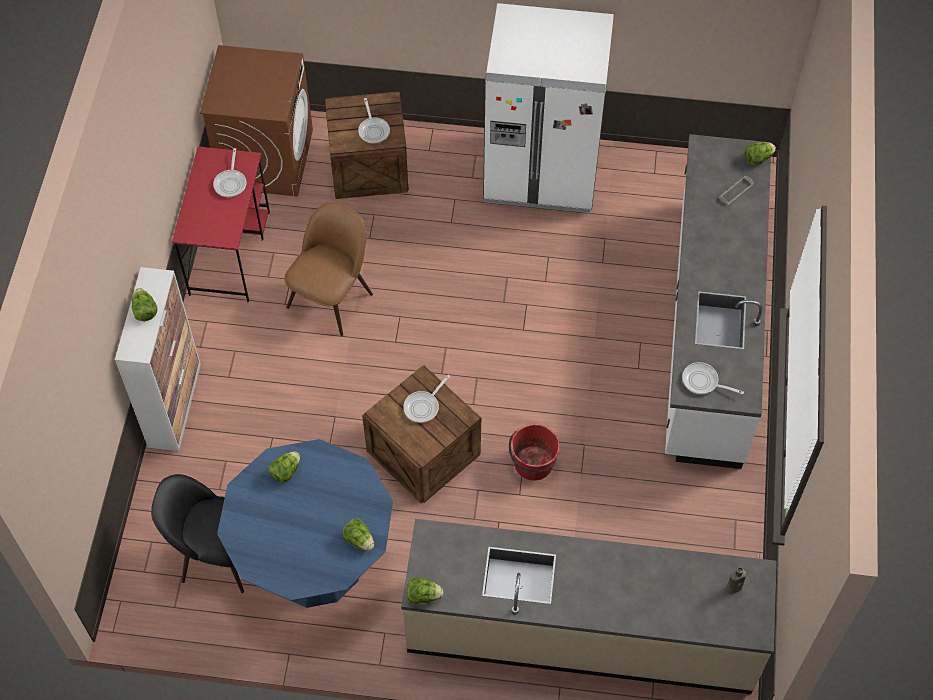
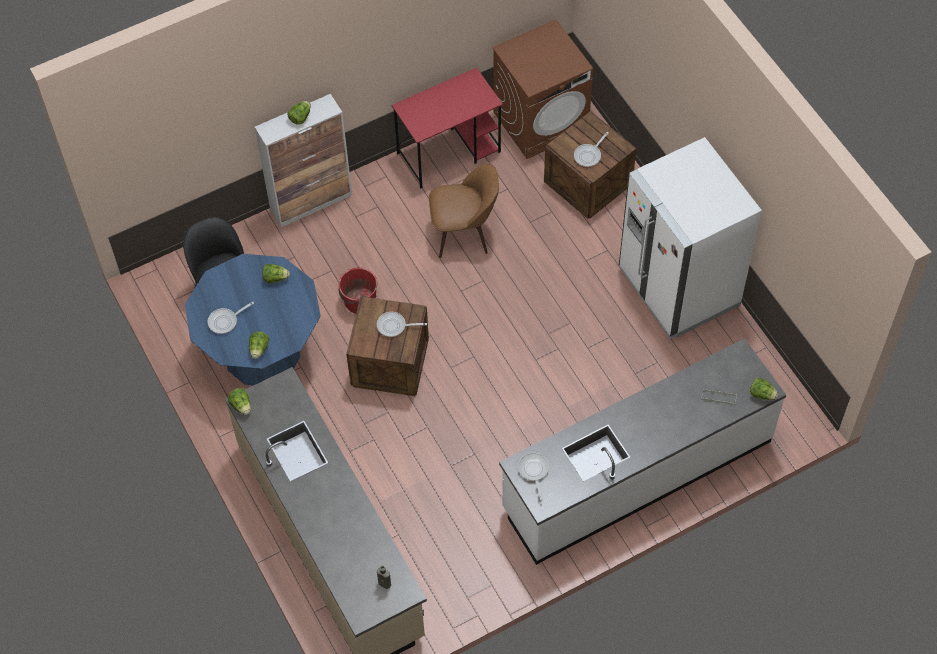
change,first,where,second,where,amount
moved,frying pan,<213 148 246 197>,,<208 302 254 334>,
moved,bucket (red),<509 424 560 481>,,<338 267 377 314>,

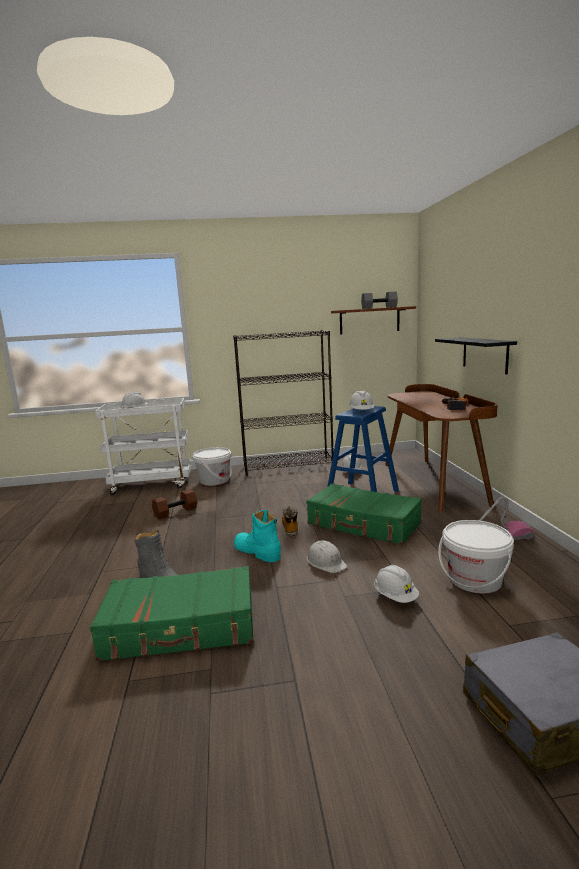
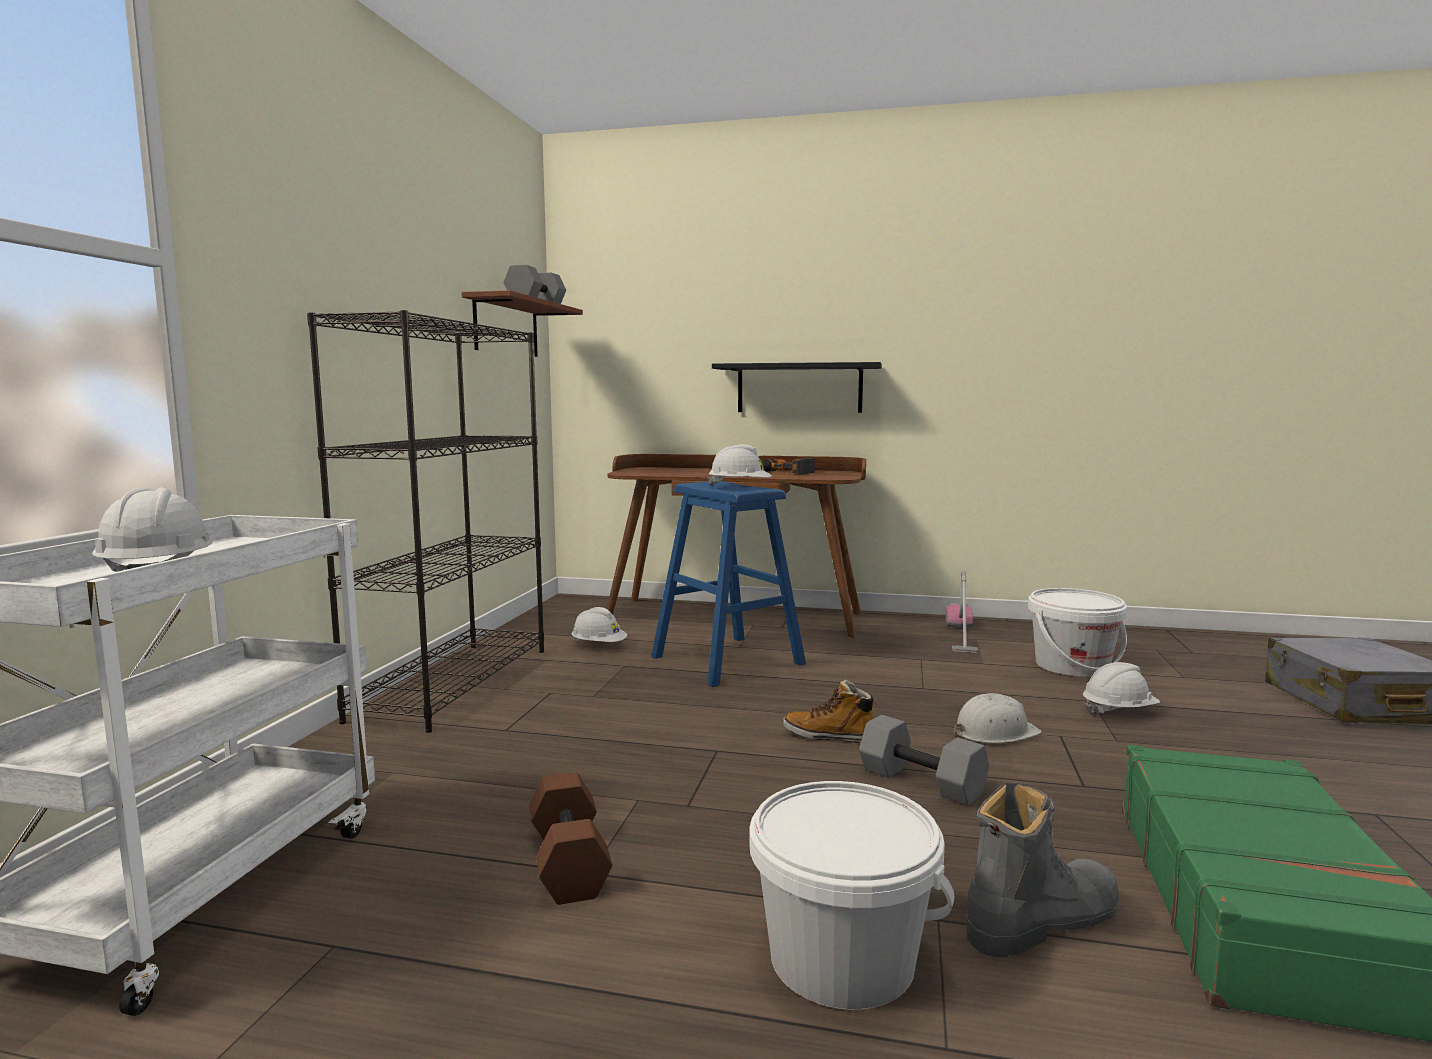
change,first,where,second,where,amount
moved,bucket (white),<193 447 232 486>,,<749 781 954 1010>,
replaced,boot (turquoise),<234 510 281 562>,dumbbell (grey),<859 715 989 806>,
removed,suitcase (green),<306 483 422 545>,,,

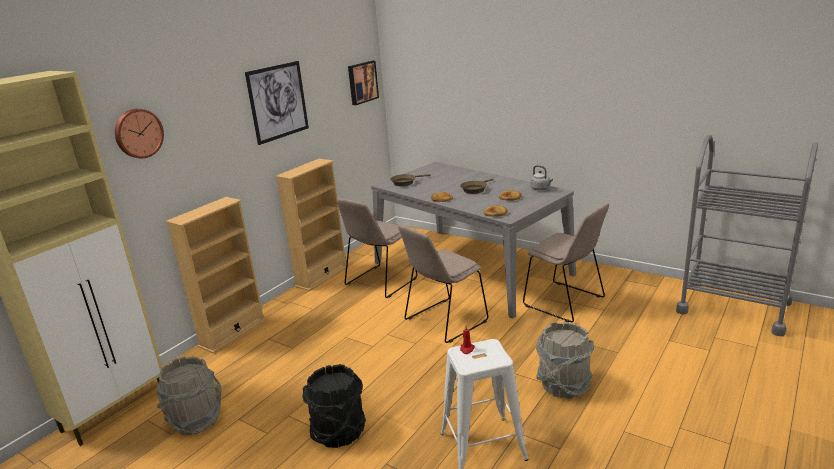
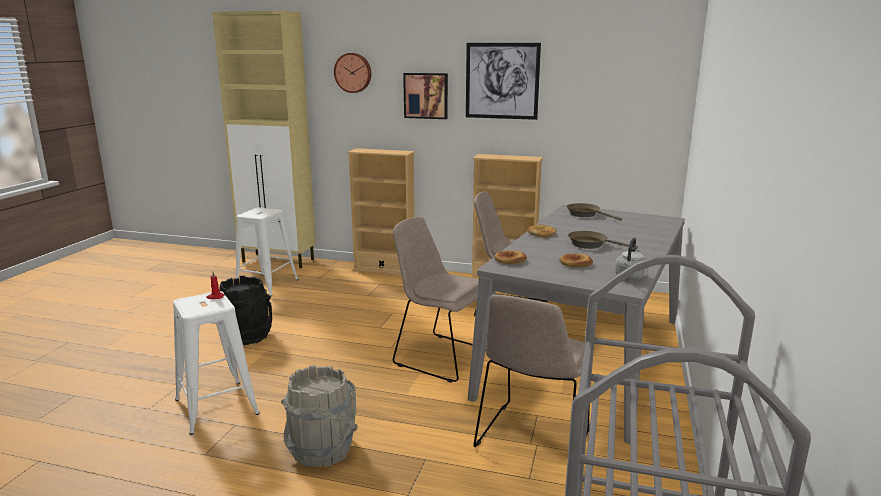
change,first,where,second,where,amount
replaced,bucket (grey),<156 356 221 435>,stool (white),<235 208 298 296>,
moved,picture,<348 61 379 105>,,<403 73 448 119>,

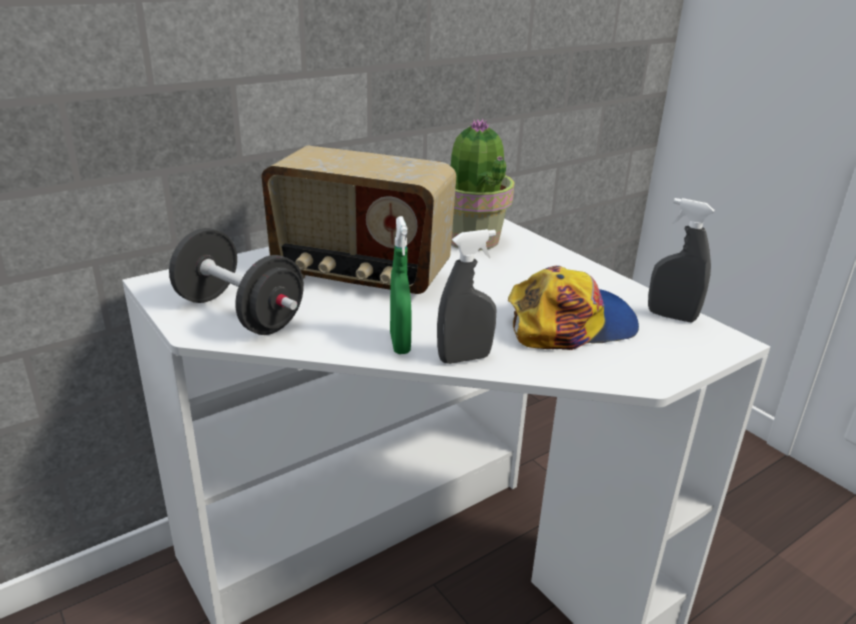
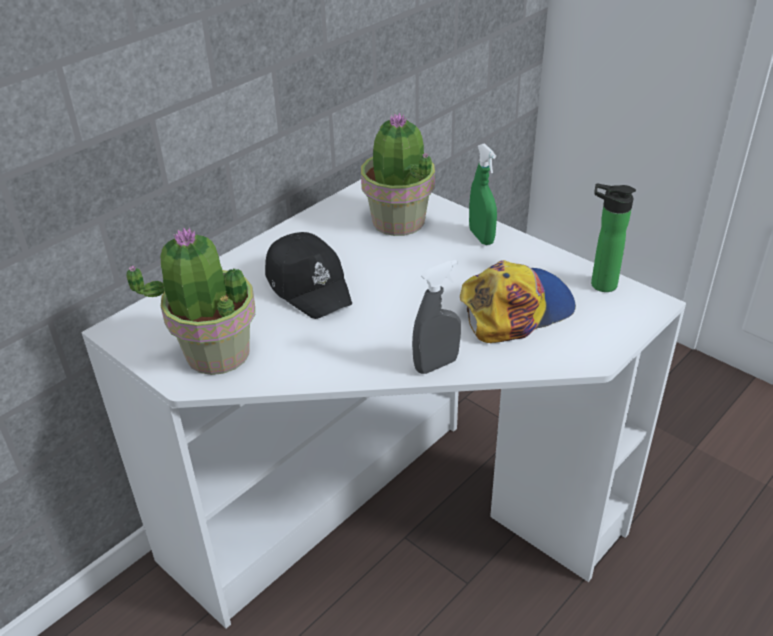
change,first,where,second,where,amount
replaced,dumbbell (black),<169 228 304 335>,potted plant,<127 227 255 375>,
replaced,radio,<261 146 456 294>,cap (black),<265 232 352 319>,
moved,spray bottle (green),<390 216 412 354>,,<469 143 497 245>,
replaced,spray bottle (grey),<648 198 714 322>,bottle,<591 183 636 292>,

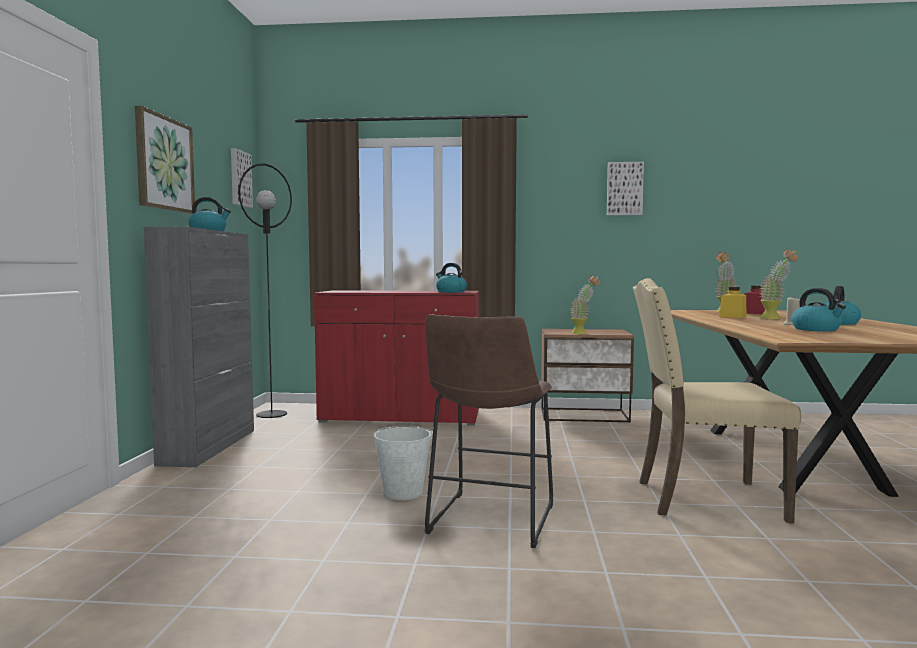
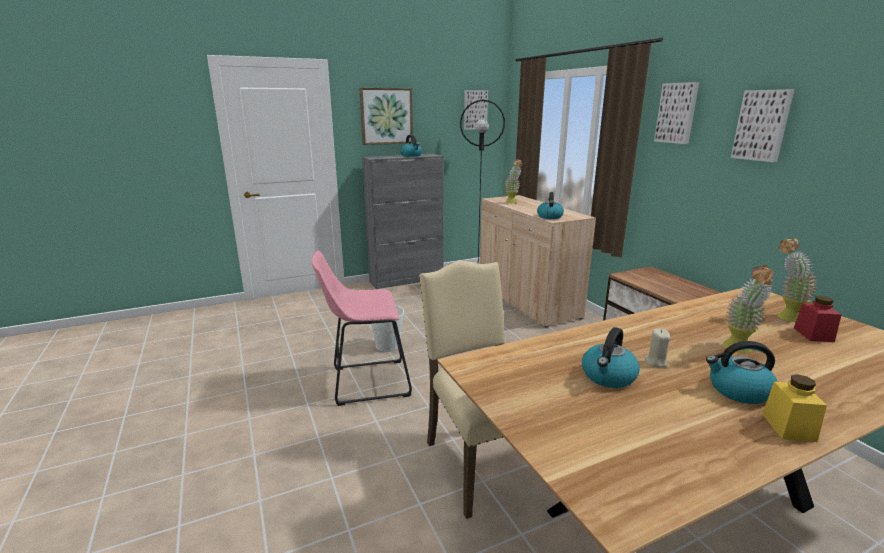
change,first,where,second,where,amount
recoloured,cabinet (red),<314 290 479 426>,cabinet (beige),<480 195 596 328>,
recoloured,stool (brown),<425 314 553 548>,stool (pink),<312 250 412 406>,
moved,potted plant,<570 276 600 334>,,<505 159 522 204>,
moved,jar (yellow),<720 287 746 318>,,<762 374 827 442>,
added,,,picture,<654 82 699 144>,

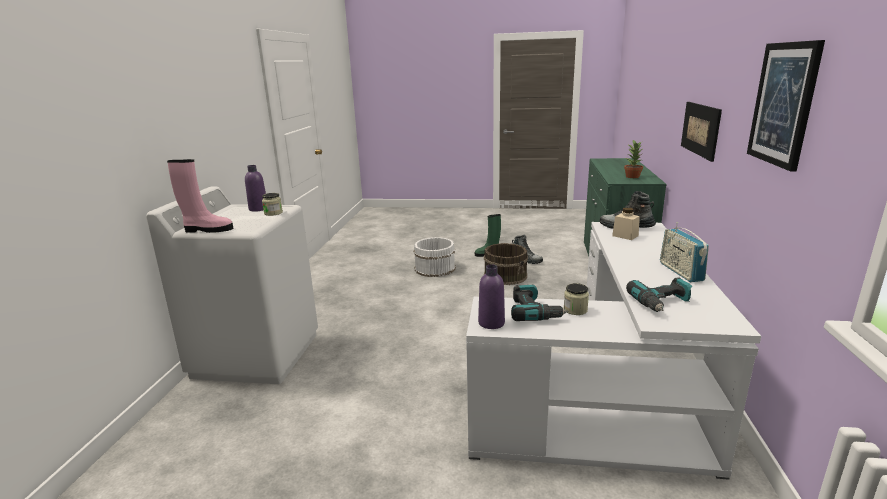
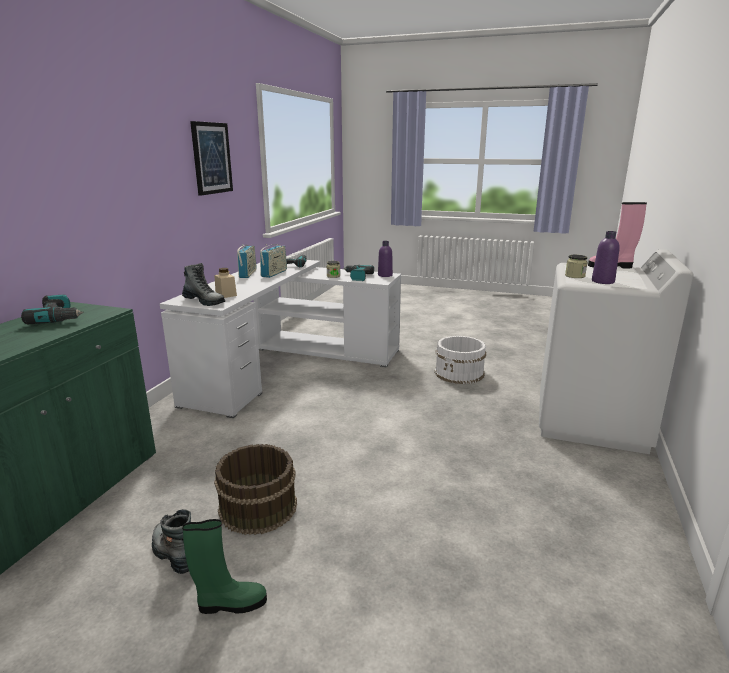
change,first,where,second,where,amount
moved,bucket (white),<413 237 456 277>,,<435 336 486 384>,
replaced,potted plant,<624 140 643 178>,power drill,<21 294 84 324>,
removed,picture,<681 102 722 162>,,,
added,,,radio,<260 244 287 278>,

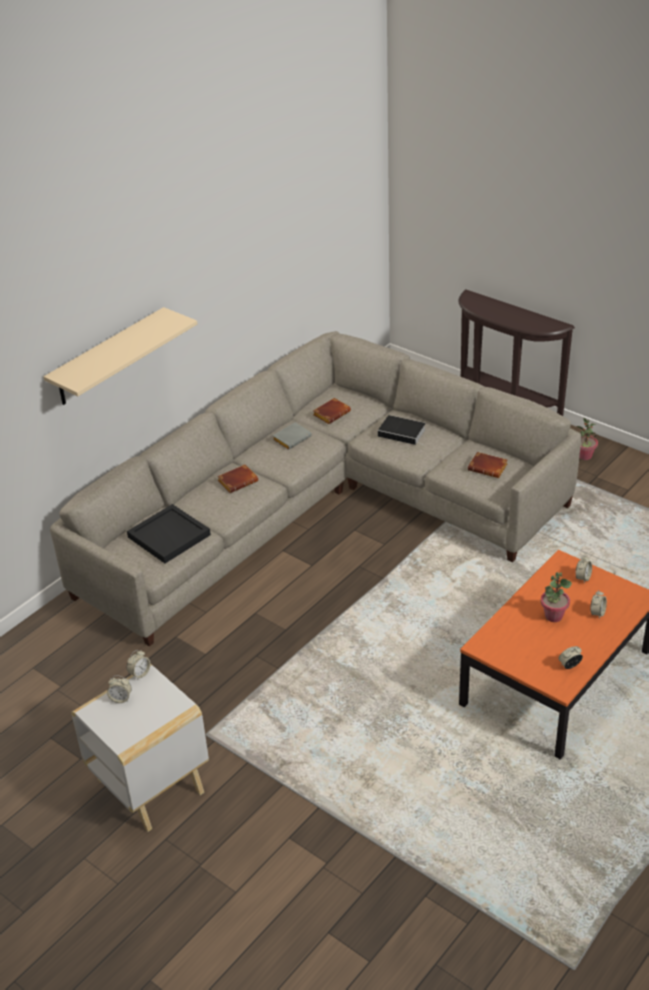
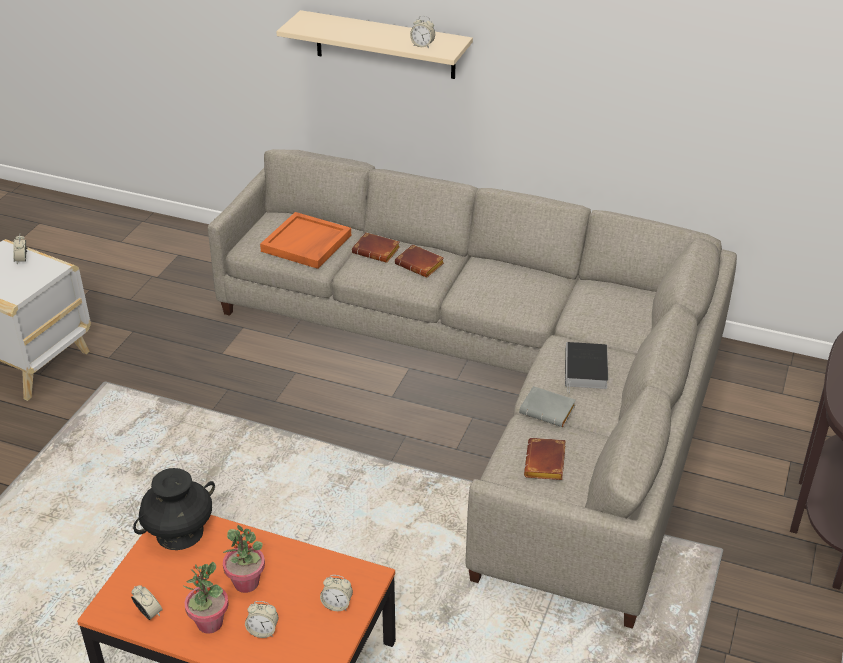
change,first,where,second,where,amount
recoloured,tray (black),<127 504 211 563>,tray (orange),<260 212 351 269>,
moved,alarm clock,<127 650 151 680>,,<410 16 435 48>,
moved,book (grey),<272 422 312 450>,,<519 386 576 427>,
moved,book (brown),<313 398 351 424>,,<352 232 400 263>,
moved,potted plant,<576 418 598 460>,,<184 562 229 634>,
added,,,vase (black),<133 468 215 550>,

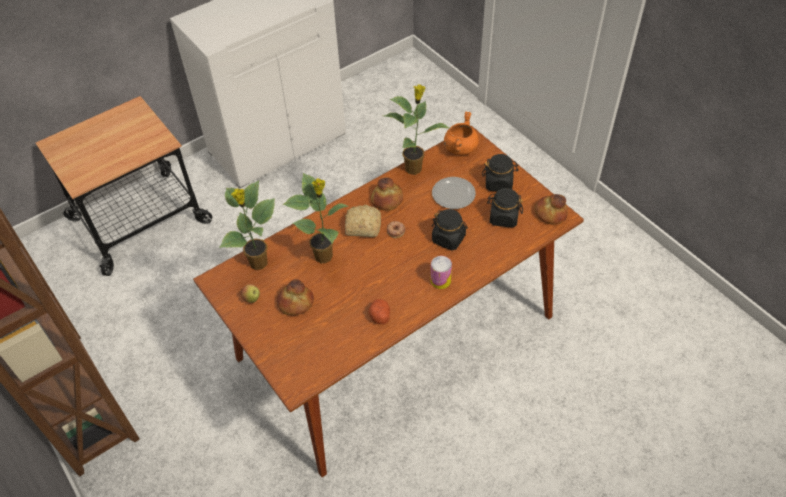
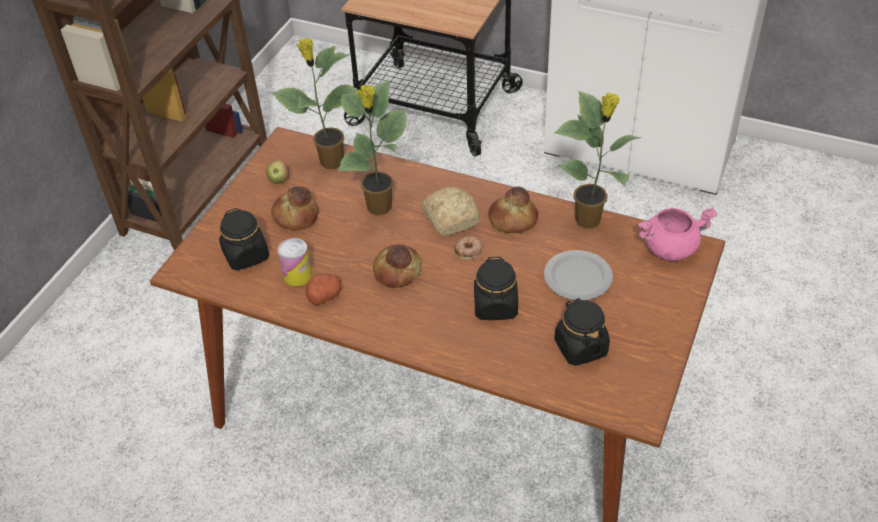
change,first,where,second,where,amount
moved,can,<430 256 452 289>,,<277 238 312 287>,
recoloured,cooking pot (orange),<444 112 479 155>,cooking pot (pink),<638 207 717 261>,
moved,jar (black),<482 154 518 191>,,<219 208 269 271>,
moved,bread,<534 194 568 225>,,<373 244 422 288>,

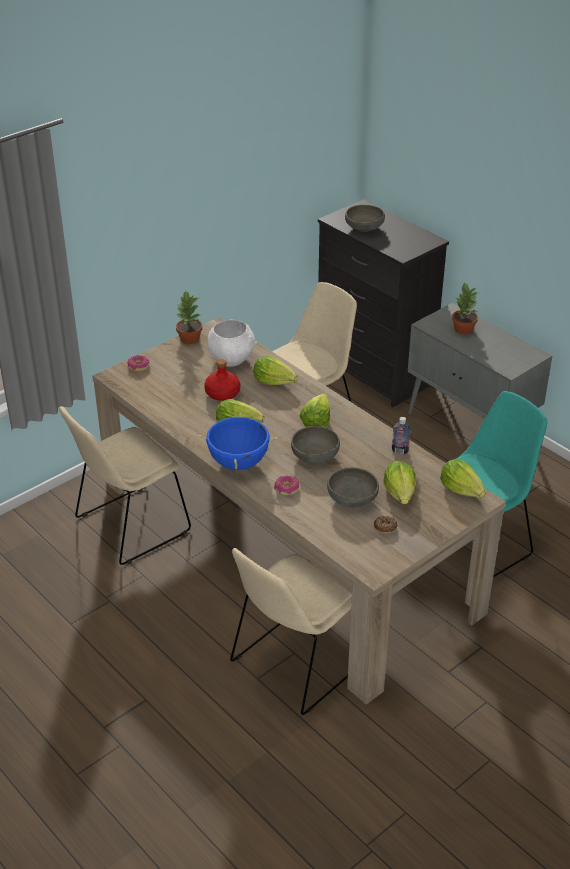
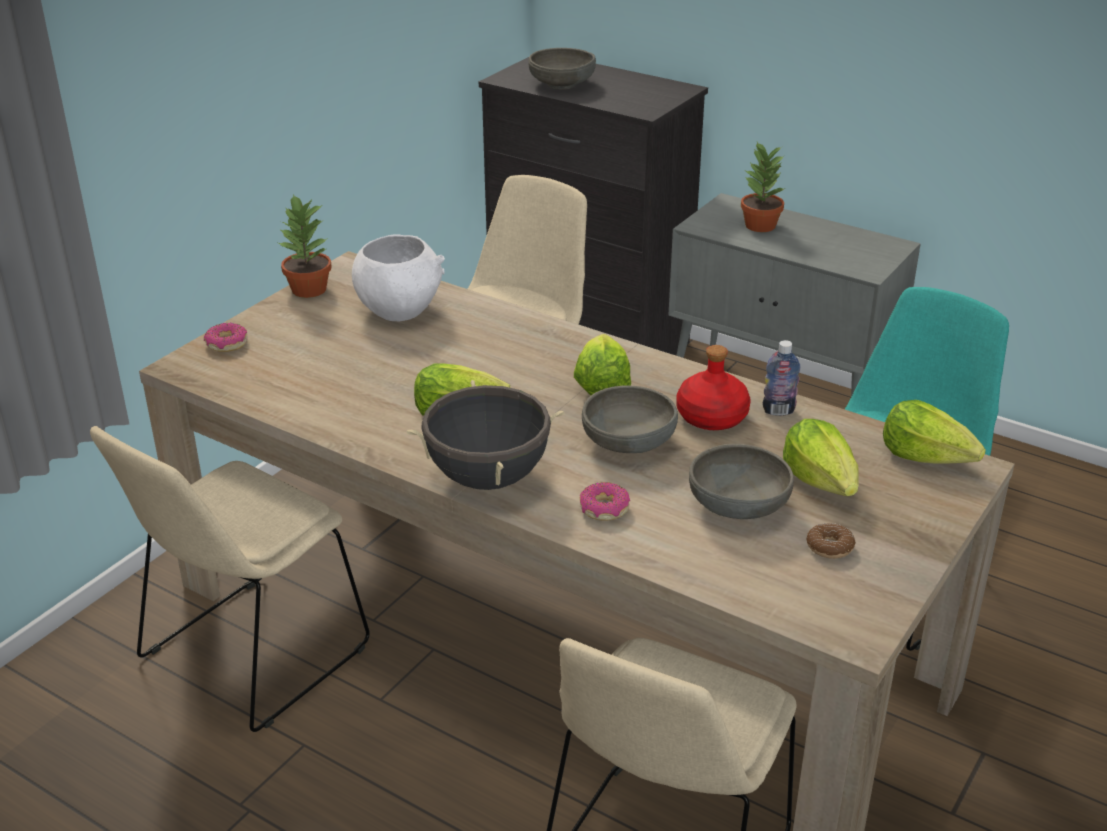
change,first,where,second,where,amount
recoloured,cooking pot (blue),<199 413 277 470>,cooking pot (black),<406 380 565 490>,
moved,bottle (red),<204 359 240 401>,,<676 345 750 430>,
removed,lettuce,<254 356 298 385>,,,

